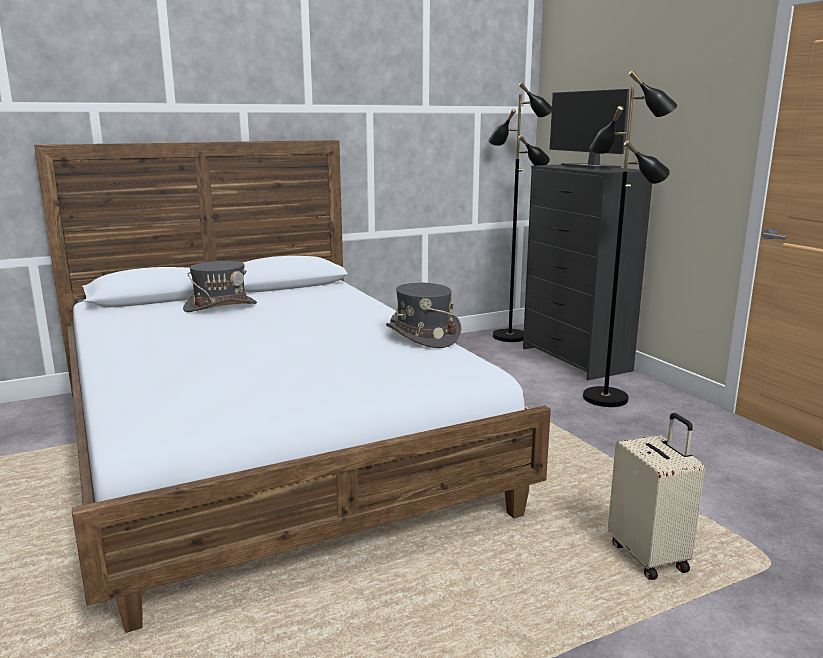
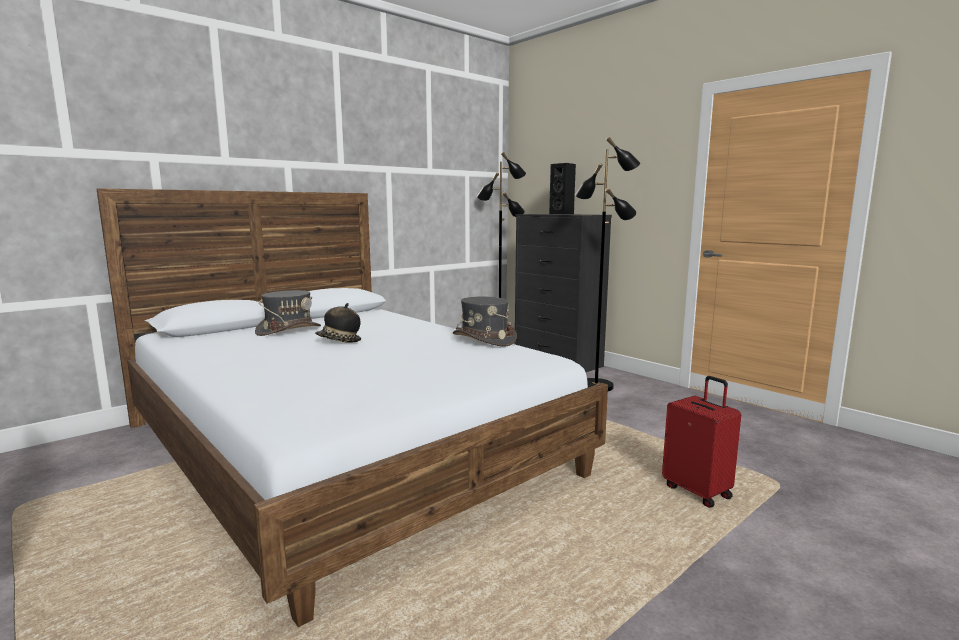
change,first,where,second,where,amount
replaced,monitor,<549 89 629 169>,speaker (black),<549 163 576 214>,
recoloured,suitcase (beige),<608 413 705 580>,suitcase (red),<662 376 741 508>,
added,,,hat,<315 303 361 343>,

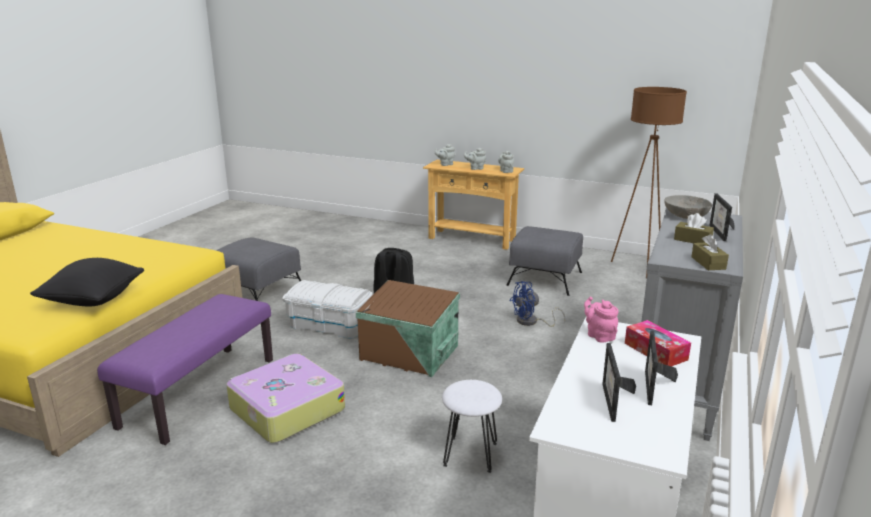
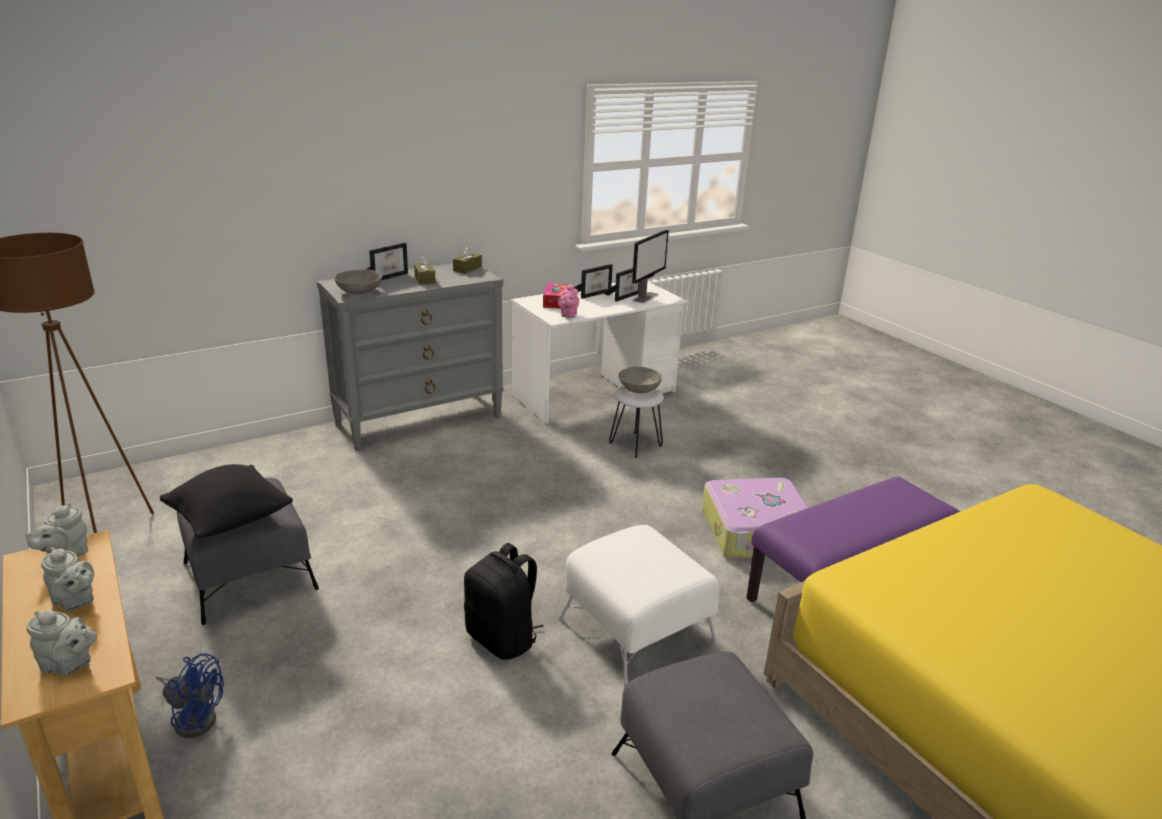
change,first,where,second,where,amount
moved,pillow (black),<30 258 144 307>,,<160 464 293 538>,
replaced,storage box (white),<282 280 373 339>,ottoman (white),<558 525 720 688>,
removed,storage box (brown),<356 280 460 377>,,,
moved,fan (blue),<510 281 566 327>,,<156 653 224 738>,
added,,,bowl (grey),<619 367 662 393>,
added,,,monitor,<632 230 669 303>,

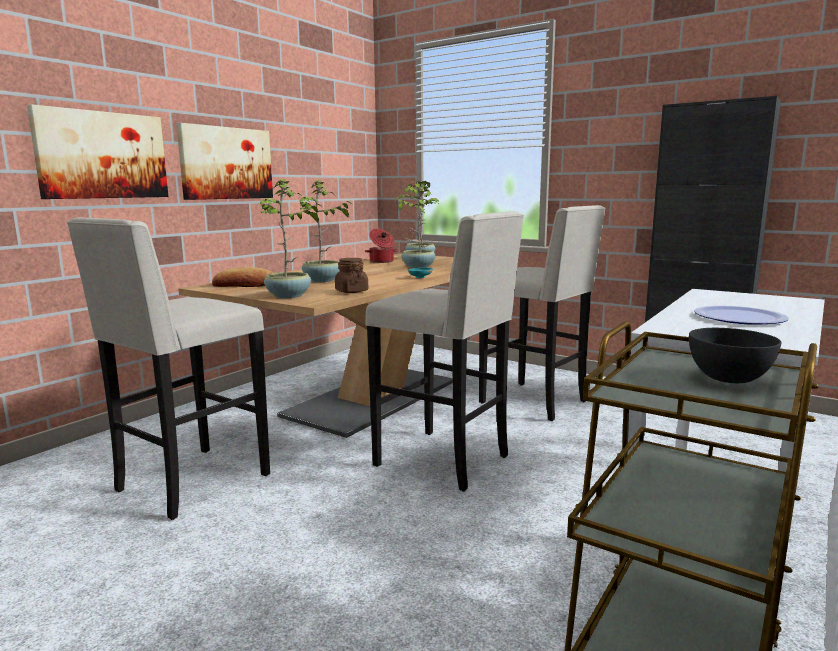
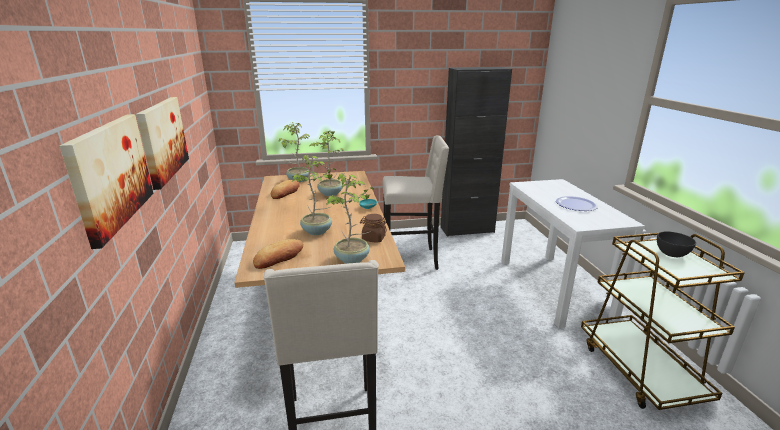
change,first,where,second,where,amount
replaced,cooking pot,<364 229 399 263>,bread,<271 180 300 199>,
removed,stool (beige),<366 211 524 491>,,,

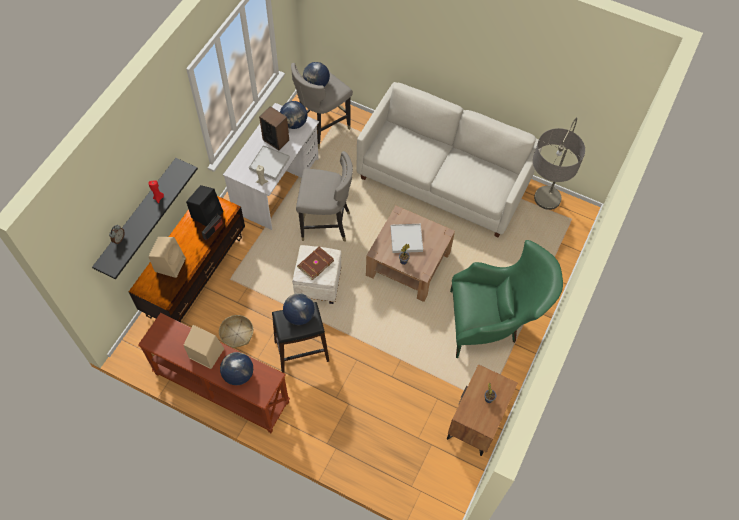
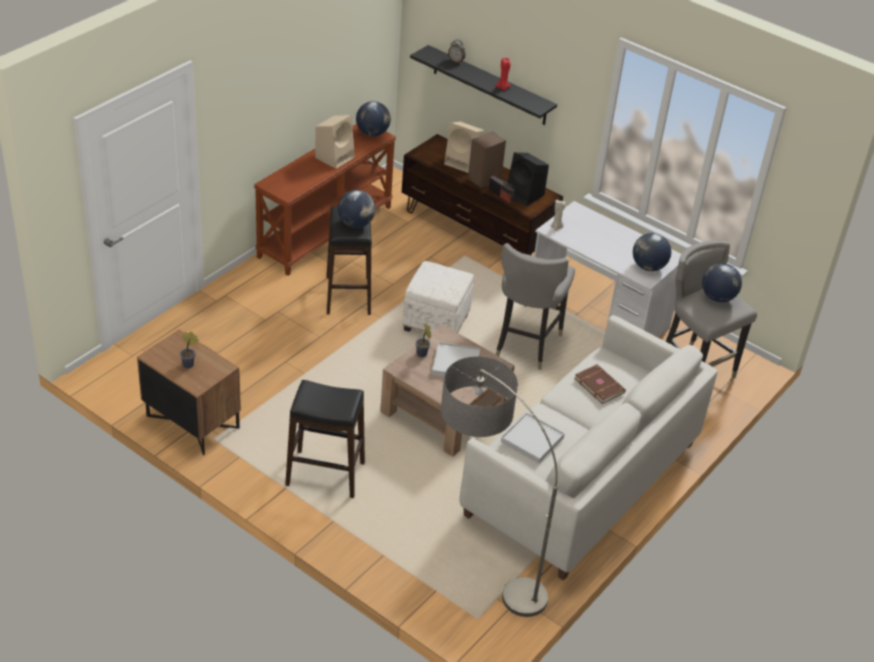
change,first,where,second,where,amount
removed,basket,<219 315 253 348>,,,
moved,globe,<220 352 253 385>,,<356 101 391 136>,
moved,tray (white),<249 145 290 180>,,<501 413 565 463>,
moved,speaker,<259 106 289 150>,,<468 131 506 189>,
moved,book (brown),<297 247 334 280>,,<574 364 626 404>,
replaced,armchair (green),<450 240 563 358>,stool (black),<285 380 365 498>,

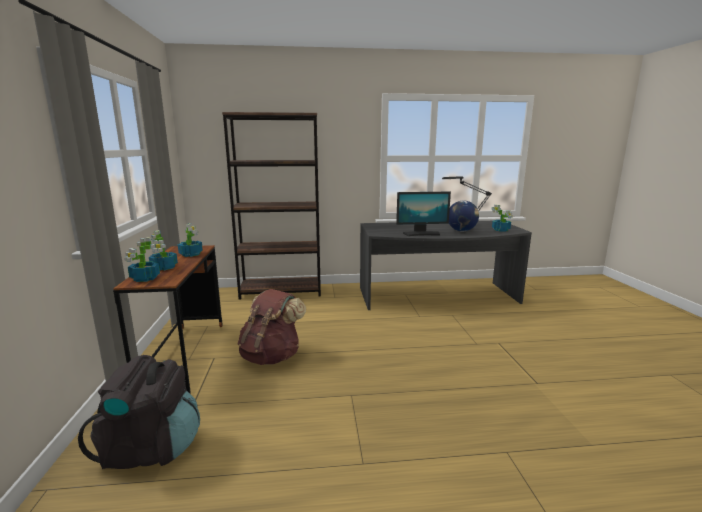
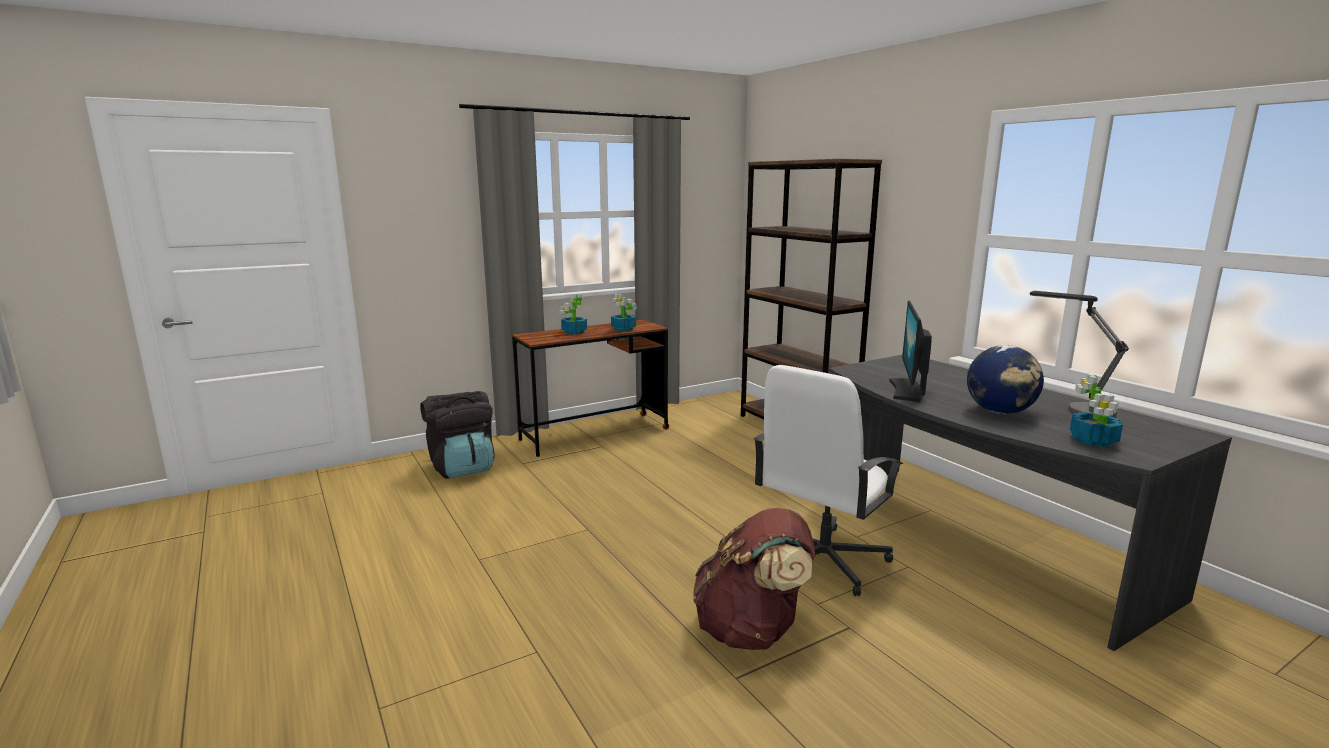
change,first,where,second,where,amount
removed,potted plant,<124 237 160 282>,,,
moved,backpack (brown),<238 289 306 365>,,<693 508 816 650>,
turned,monitor,<396 192 451 236>,,<889 301 932 402>,45 degrees clockwise
added,,,office chair (white),<754 365 903 596>,

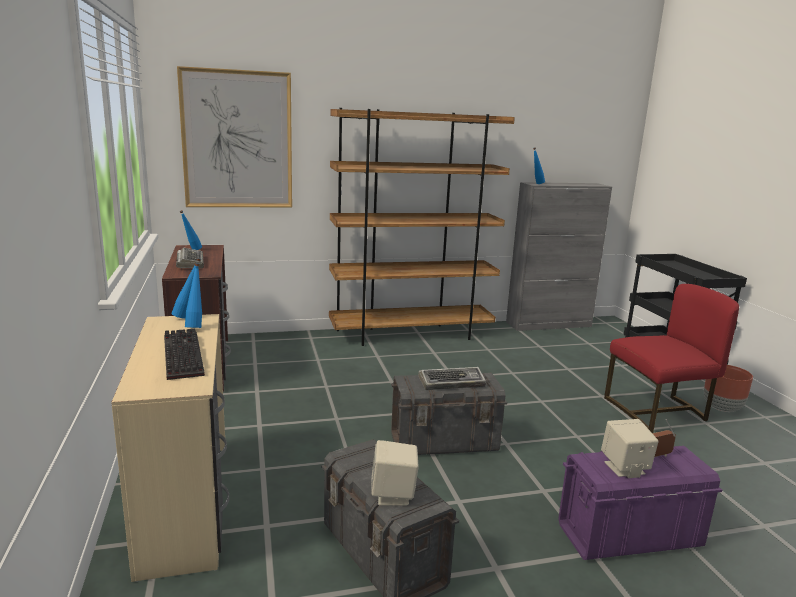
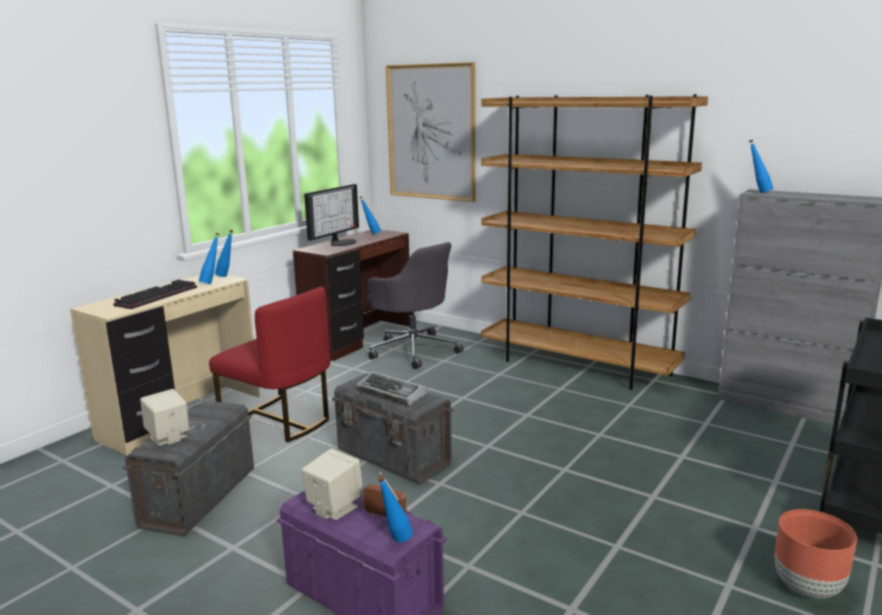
change,first,where,second,where,amount
replaced,keyboard,<176 247 204 269>,monitor,<304 184 359 246>,
moved,chair (red),<604 284 739 433>,,<209 287 331 442>,
added,,,office chair (grey),<367 242 464 369>,
added,,,bottle (blue),<378 475 413 543>,

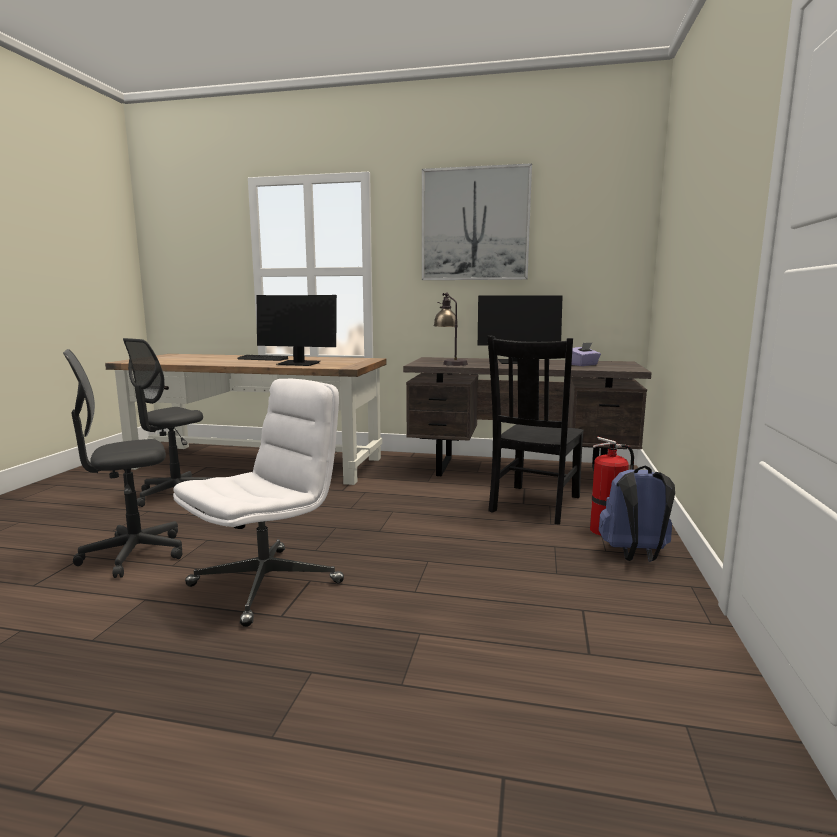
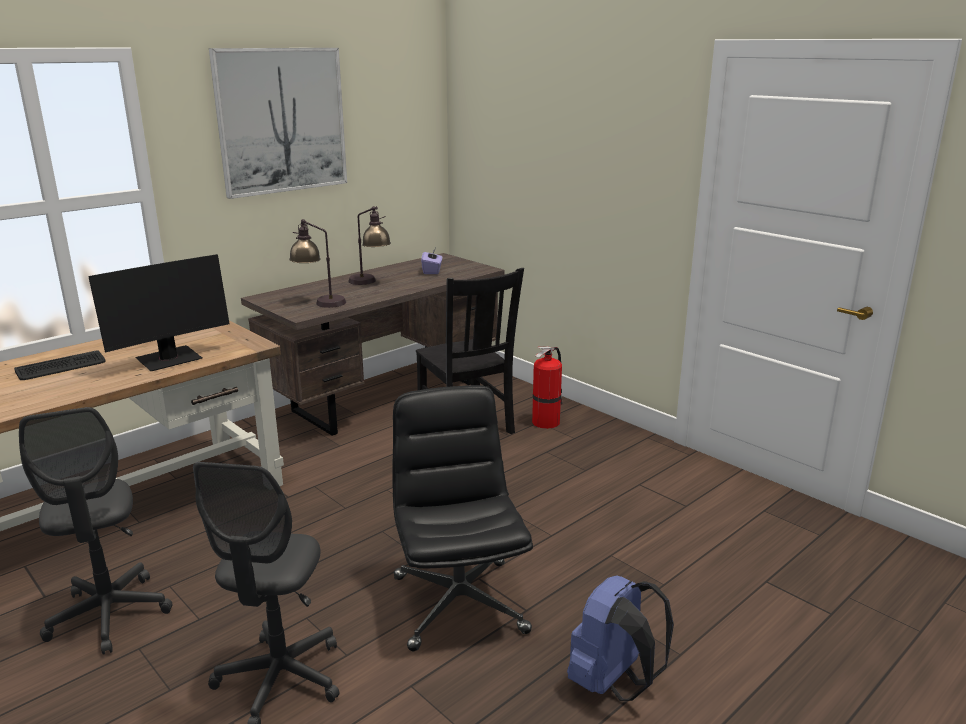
change,first,where,second,where,amount
recoloured,office chair (white),<173 378 344 627>,office chair (black),<392 385 533 651>,
replaced,monitor,<478 295 563 364>,table lamp,<348 206 391 285>,
moved,backpack (blue),<599 466 675 562>,,<567 575 674 701>,

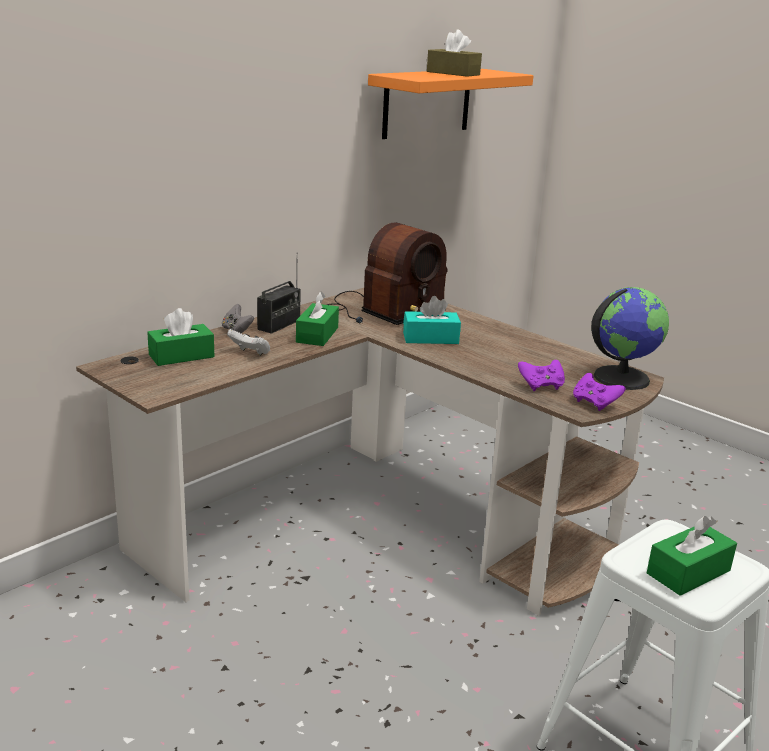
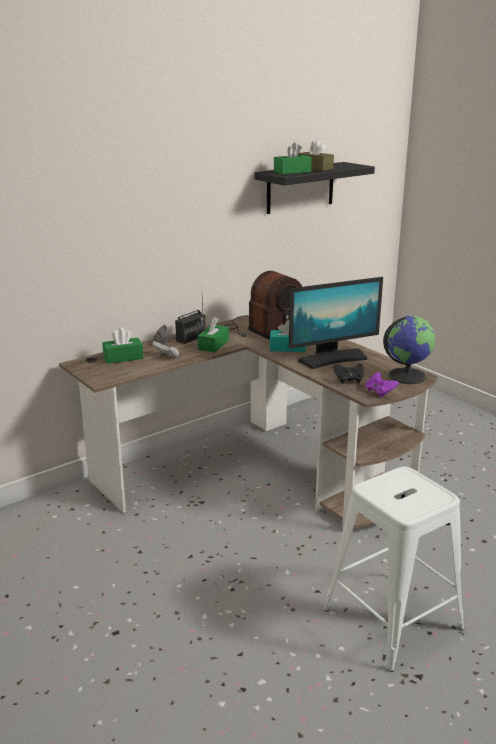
change,first,where,second,where,amount
recoloured,shelf (orange),<368 69 533 139>,shelf (black),<255 162 375 214>,
recoloured,game controller (purple),<518 360 565 391>,game controller (black),<333 363 364 384>,
moved,tissue box (green),<647 516 737 596>,,<274 142 312 174>,
added,,,monitor,<289 277 383 369>,

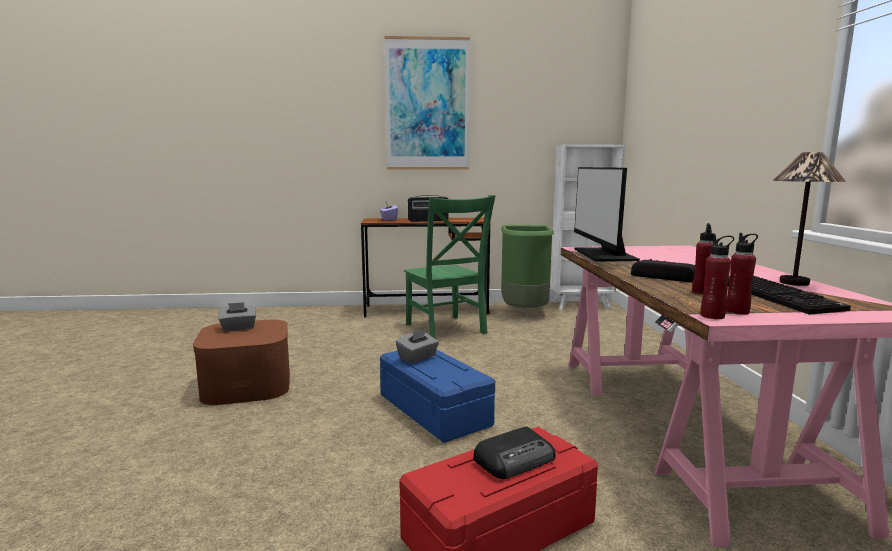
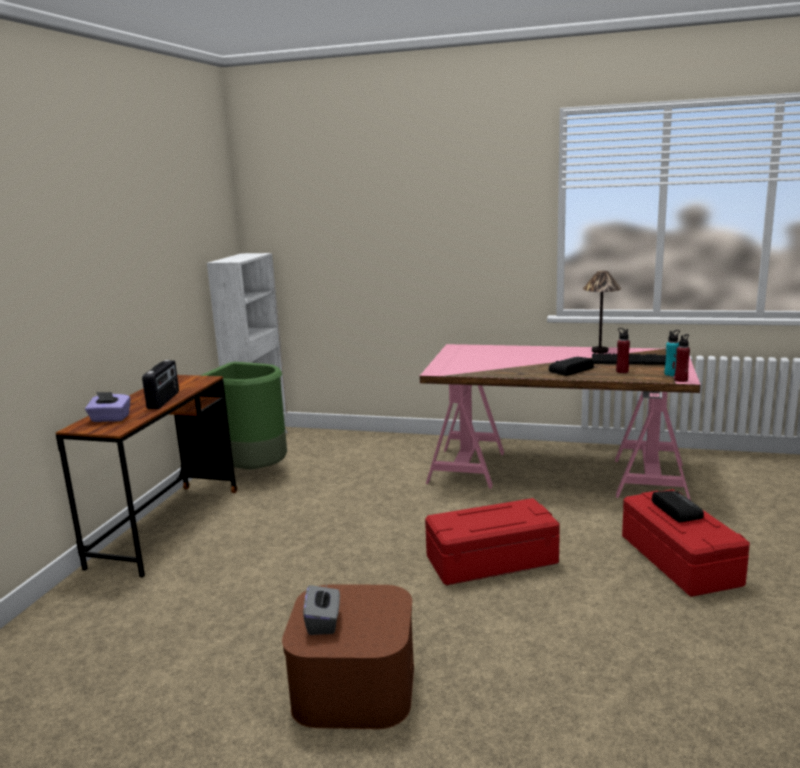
change,first,where,second,where,amount
recoloured,storage box (blue),<380 349 495 443>,storage box (red),<425 498 560 585>,
removed,picture,<384 36 470 169>,,,
removed,tissue box (grey),<396 329 439 363>,,,
removed,chair (green),<404 195 496 338>,,,
removed,monitor,<574 167 640 261>,,,
recoloured,bottle (red),<726 233 758 315>,bottle (turquoise),<665 330 680 376>,

